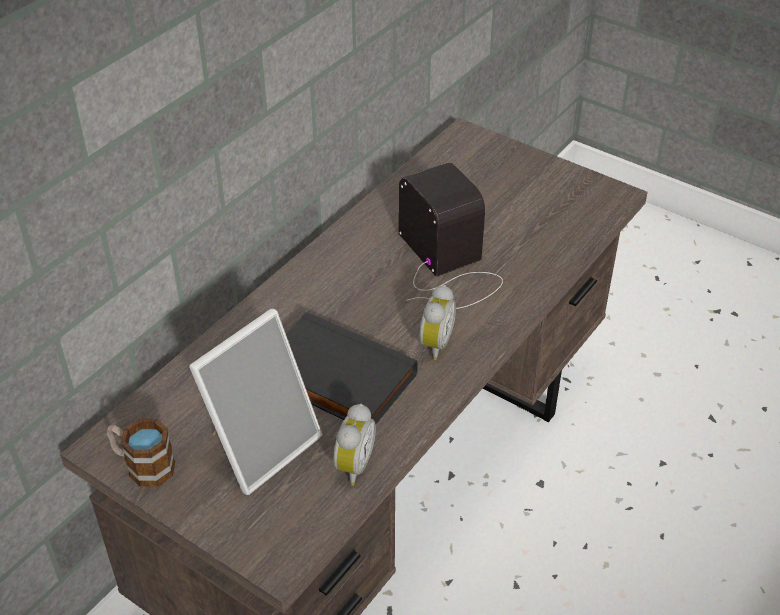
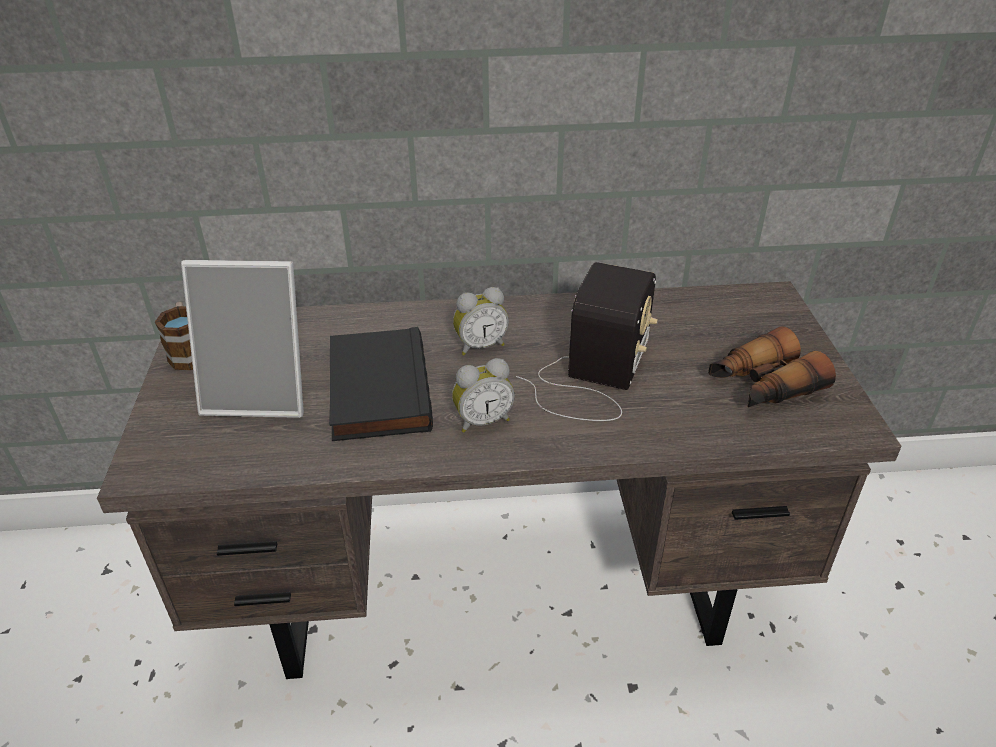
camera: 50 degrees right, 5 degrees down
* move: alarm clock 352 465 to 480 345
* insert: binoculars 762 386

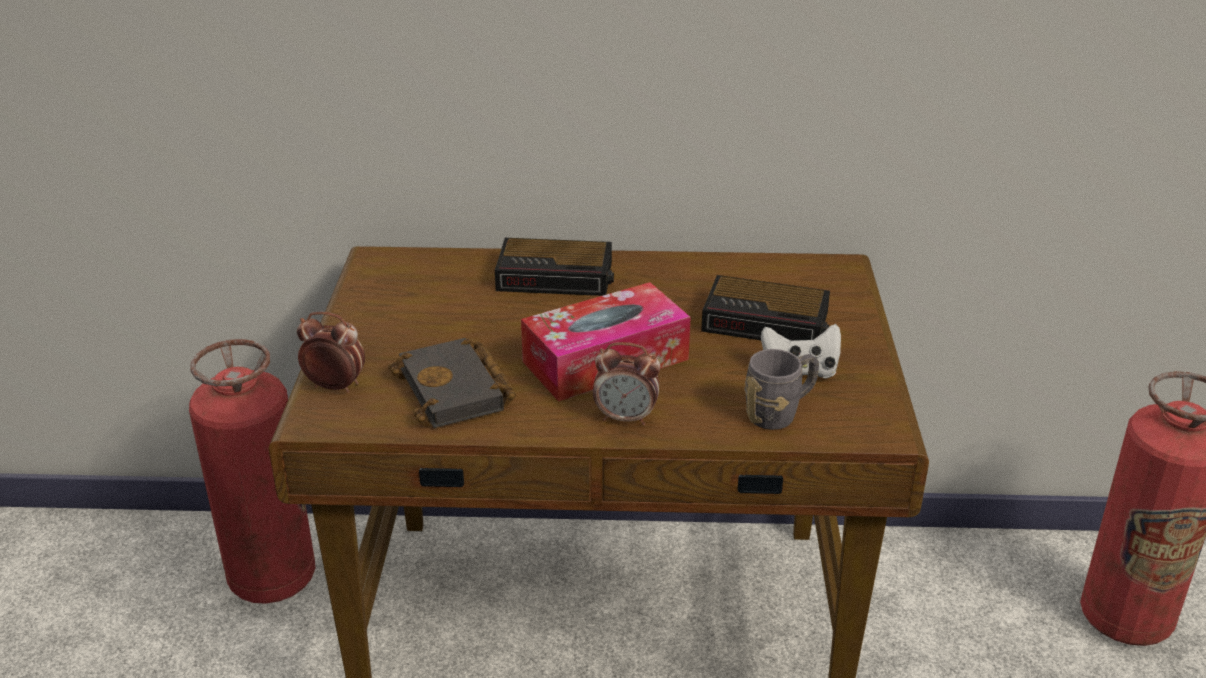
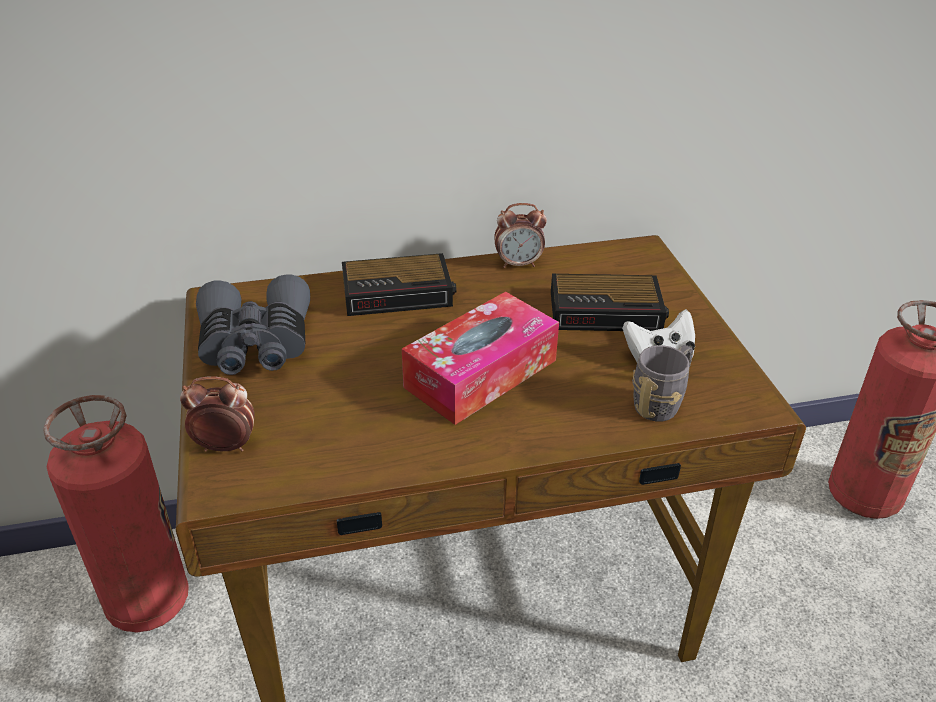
camera: 15 degrees left, 5 degrees up
* delete: black book 457 392
* move: alarm clock 626 418 to 518 264
* insert: grey binoculars 255 344

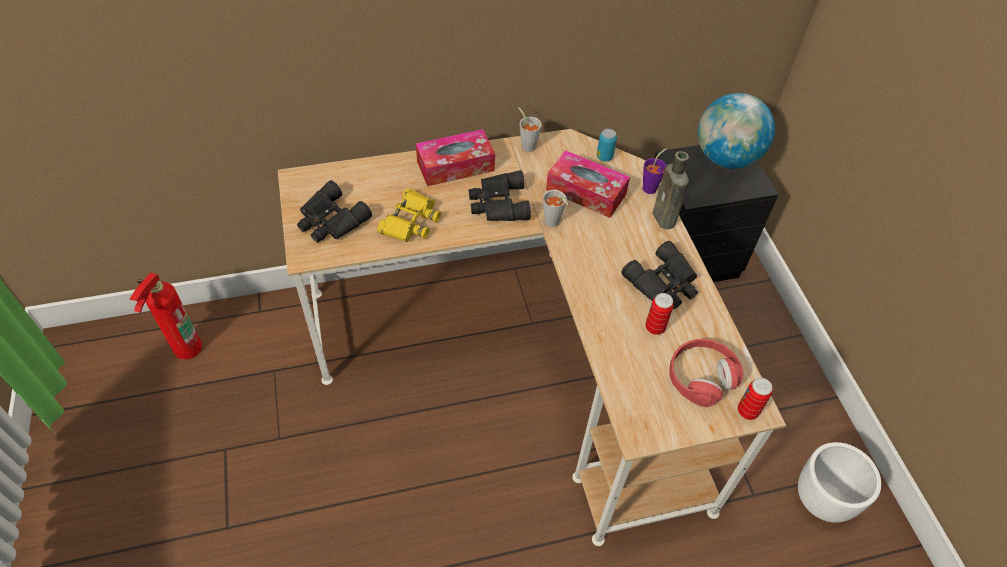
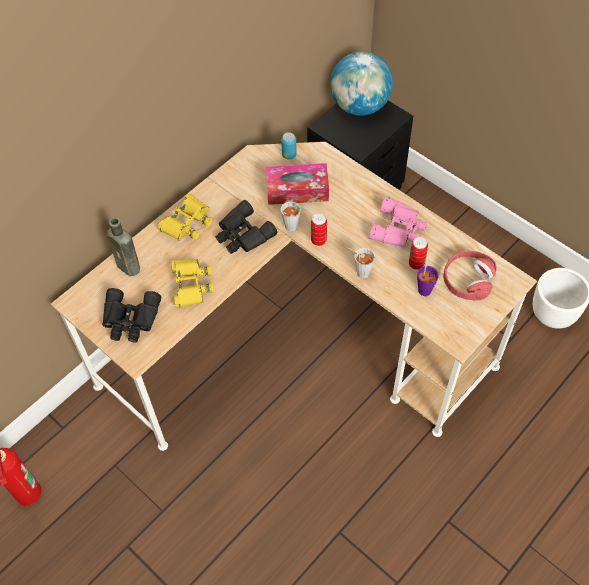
camera: 30 degrees left, 5 degrees up
* replace: tissue box 455 166 to yellow binoculars 187 222
* move: grey cup 527 145 to 360 271
* recolor: black binoculars 664 283 to pink binoculars 399 229
* move: purple cup 651 187 to 425 288
* move: brown bottle 665 219 to 130 267
* move: can 747 411 to 318 240

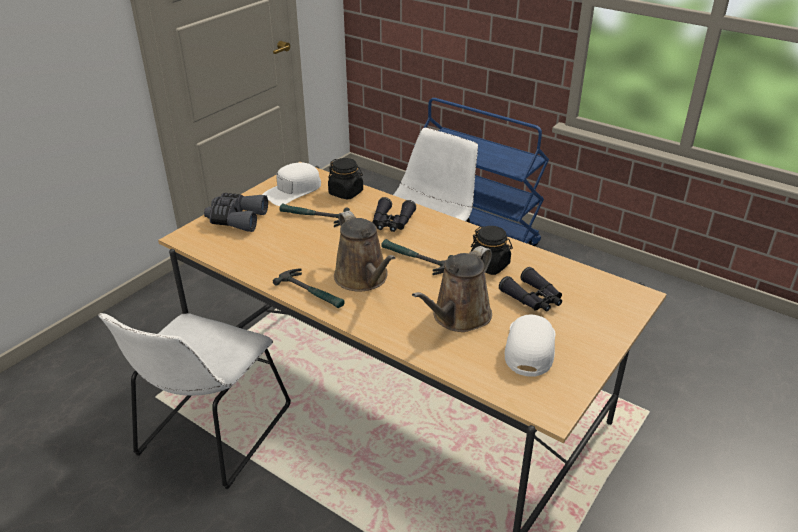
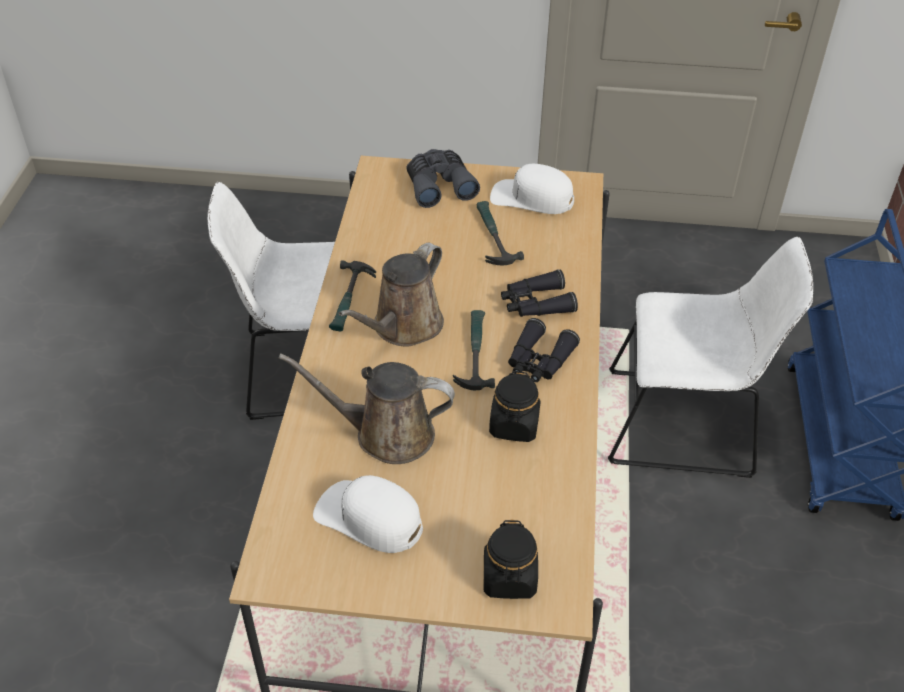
camera: 60 degrees right, 10 degrees up
* move: black jar 346 193 to 509 578
* move: black binoculars 533 298 to 539 361
* rotate: white cap 529 348 = 369 518 135 degrees counterclockwise

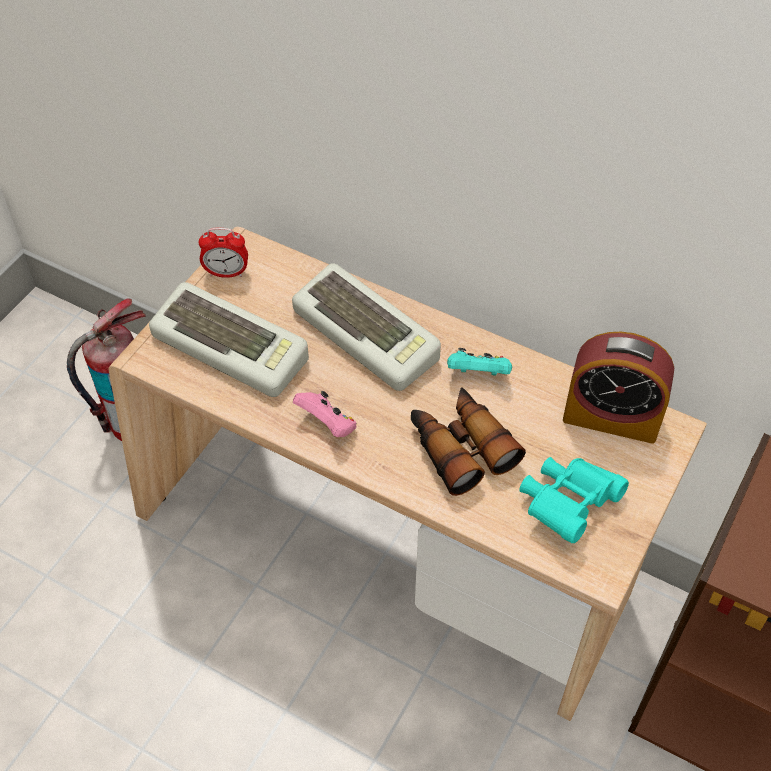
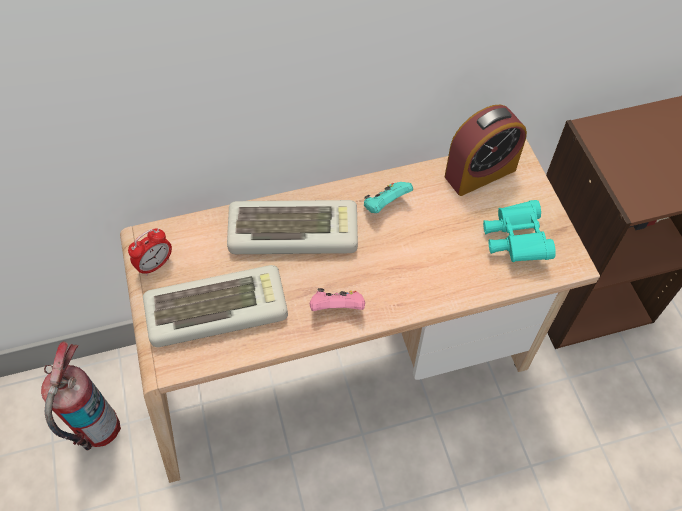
camera: 45 degrees left, 5 degrees up
* delete: binoculars 460 447

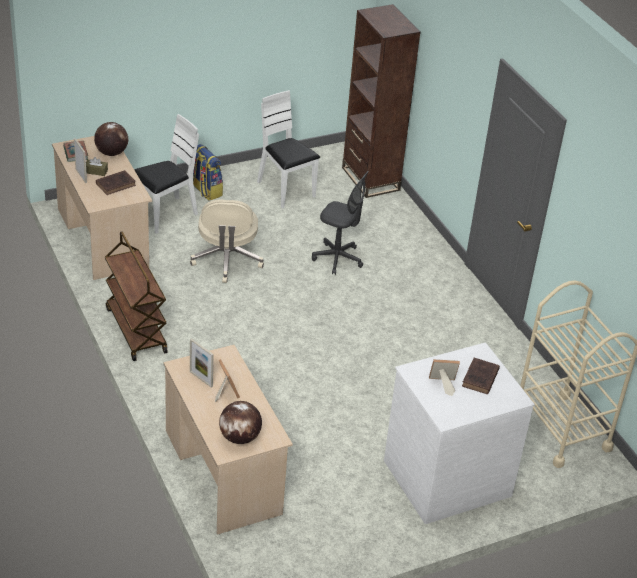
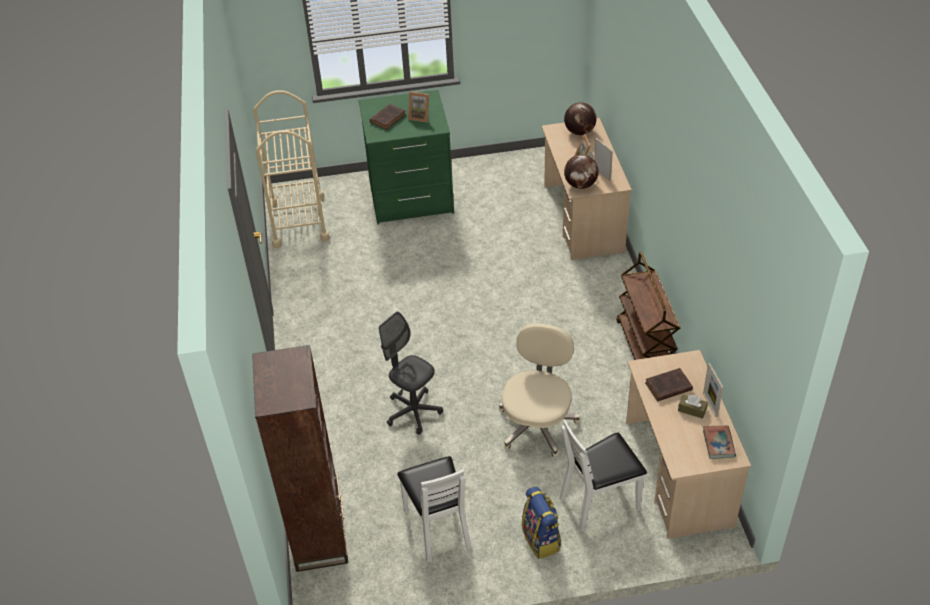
camera: 160 degrees left, 5 degrees up
* move: globe 111 153 to 580 185
* recolor: white dresser 446 476 to green dresser 411 198

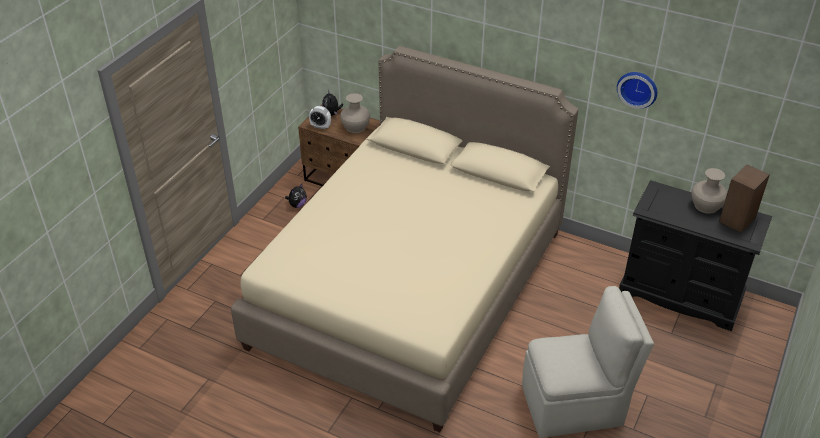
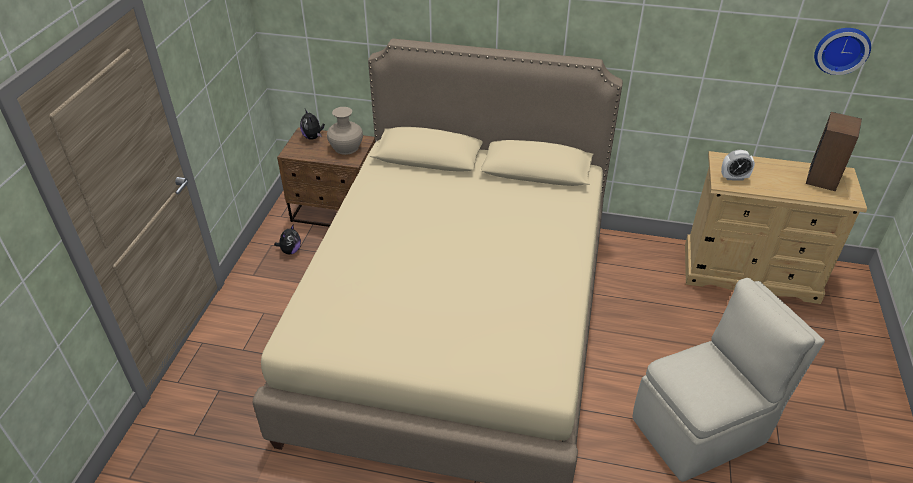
camera: 15 degrees left, 0 degrees up
* move: alarm clock 320 126 to 734 177
* move: wall clock 638 88 to 841 49
* recolor: black dresser 681 294 to beige dresser 750 273
* delete: beige vase 706 205

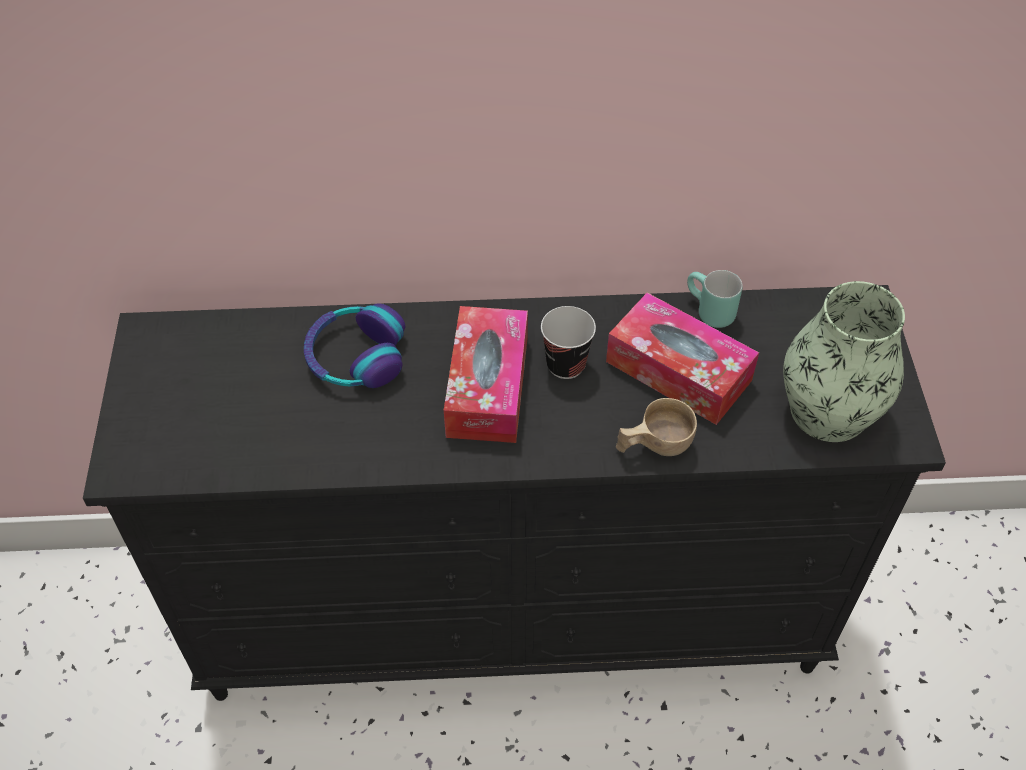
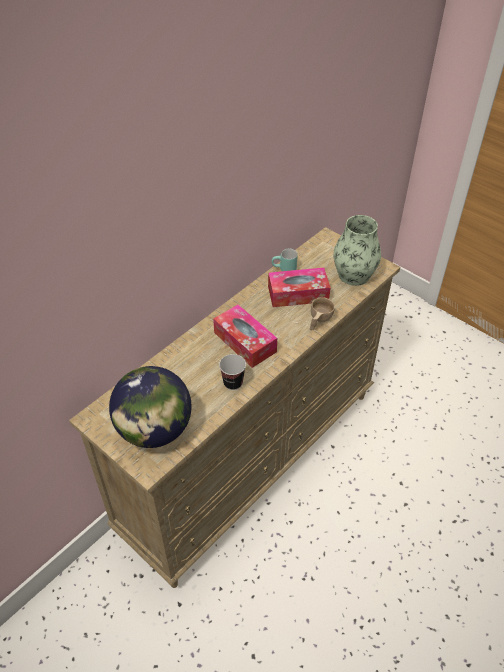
camera: 45 degrees left, 5 degrees down
* recolor: black dresser 515 615 to beige dresser 252 460
* delete: headphones 356 357
* move: cup 566 364 to 233 383
* insert: globe 154 430

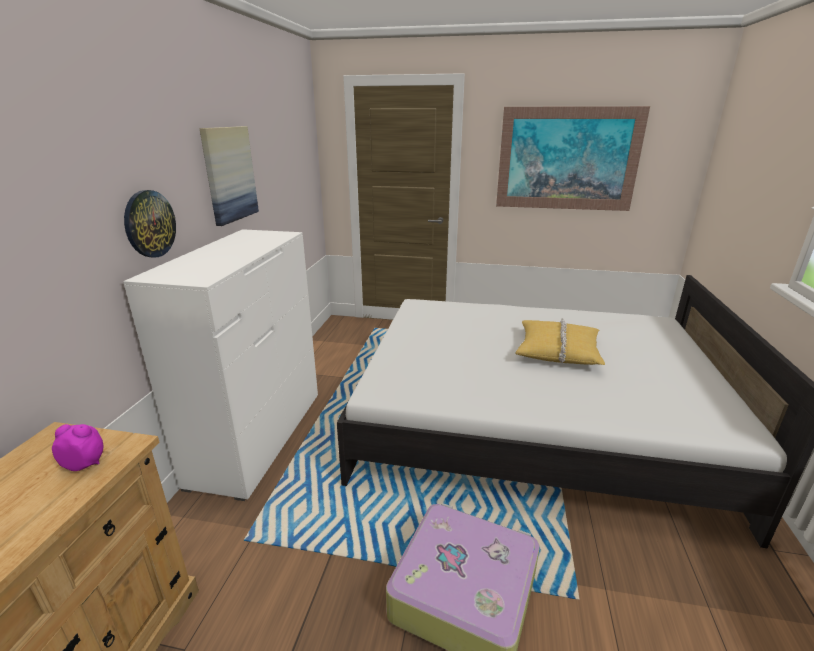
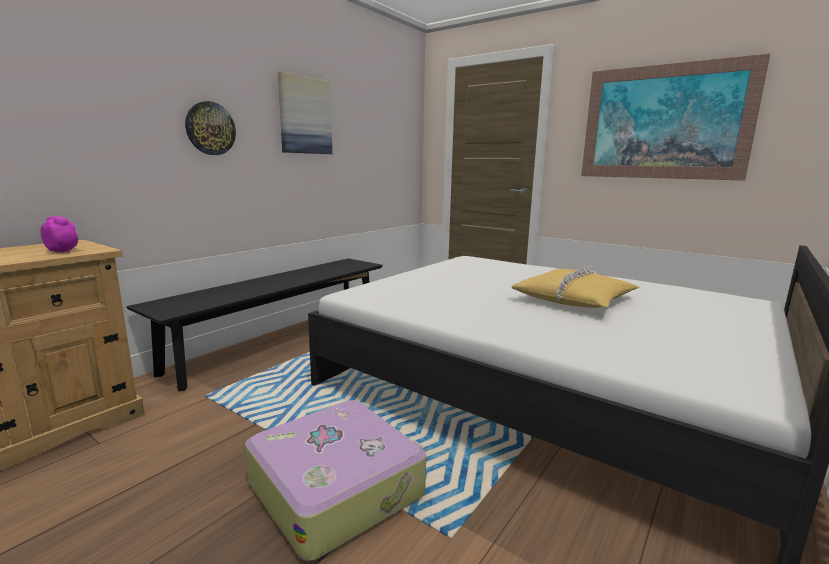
camera: 25 degrees right, 10 degrees down
* replace: white dresser 258 437 to black bench 282 341

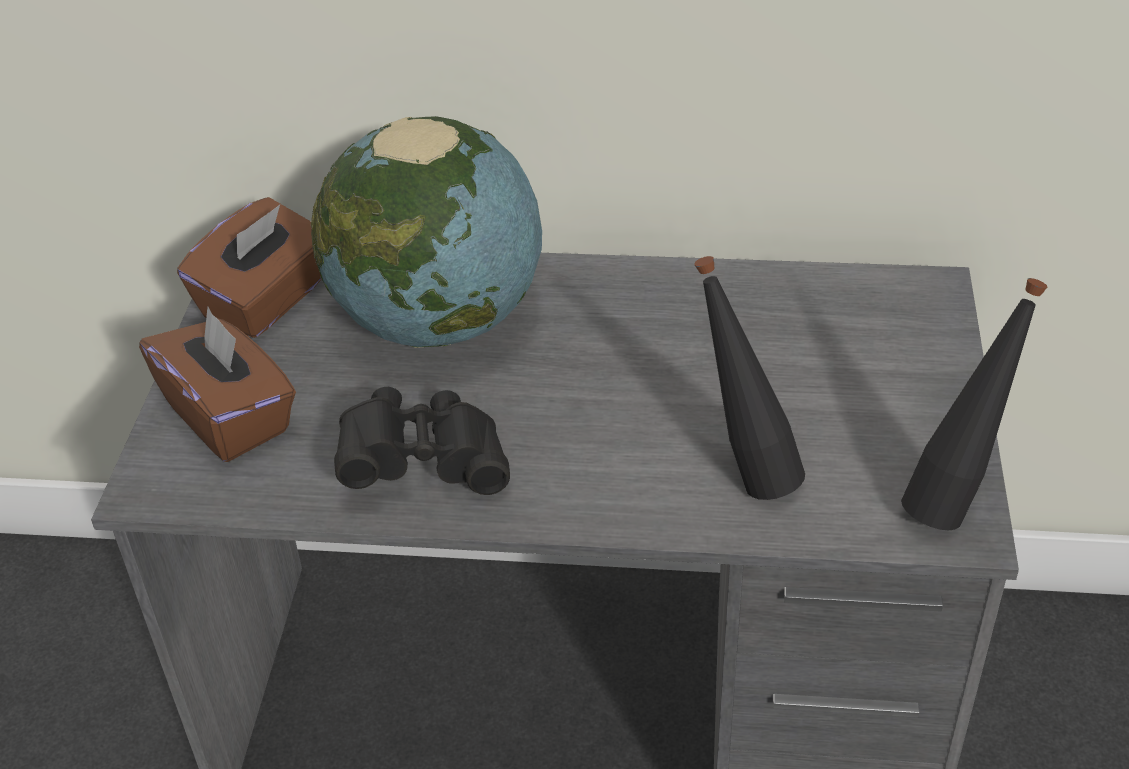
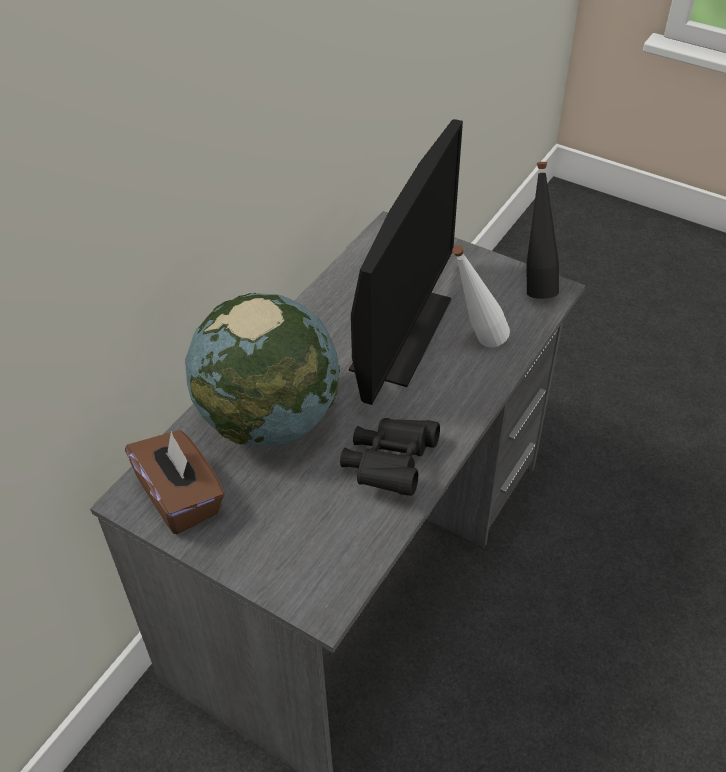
camera: 65 degrees left, 5 degrees up
* delete: brown tissue box 230 416
* recolor: black bottle 743 473 to white bottle 476 344
* insert: monitor 401 333

